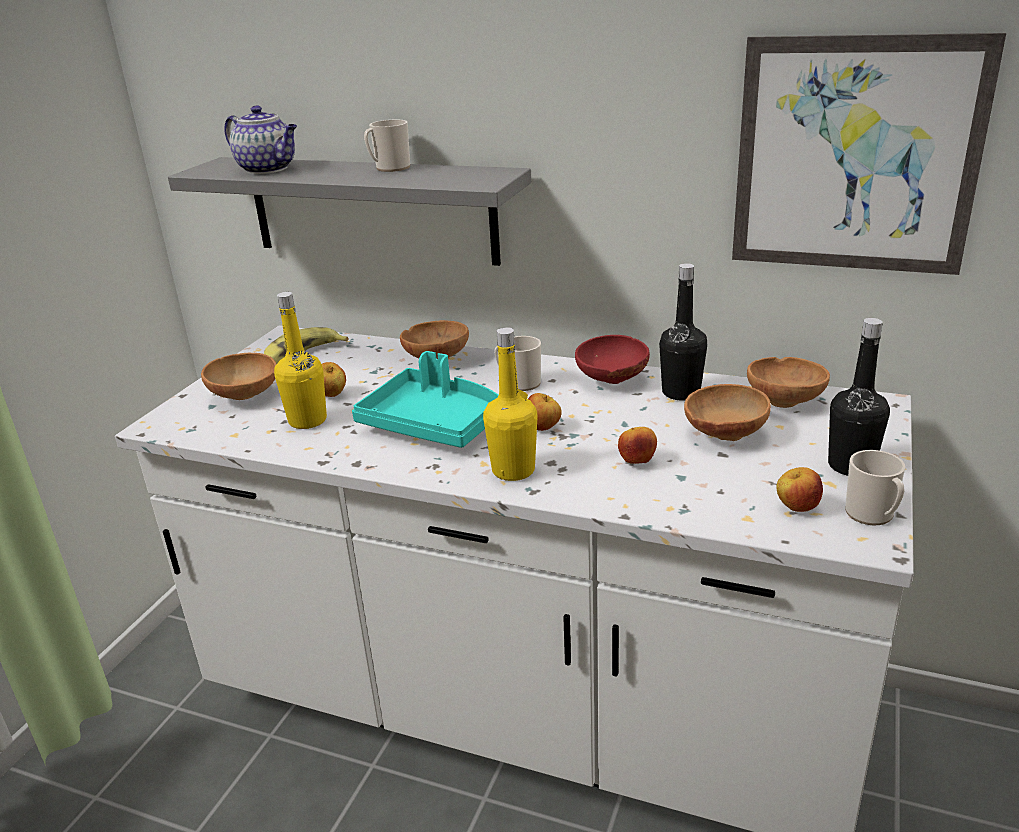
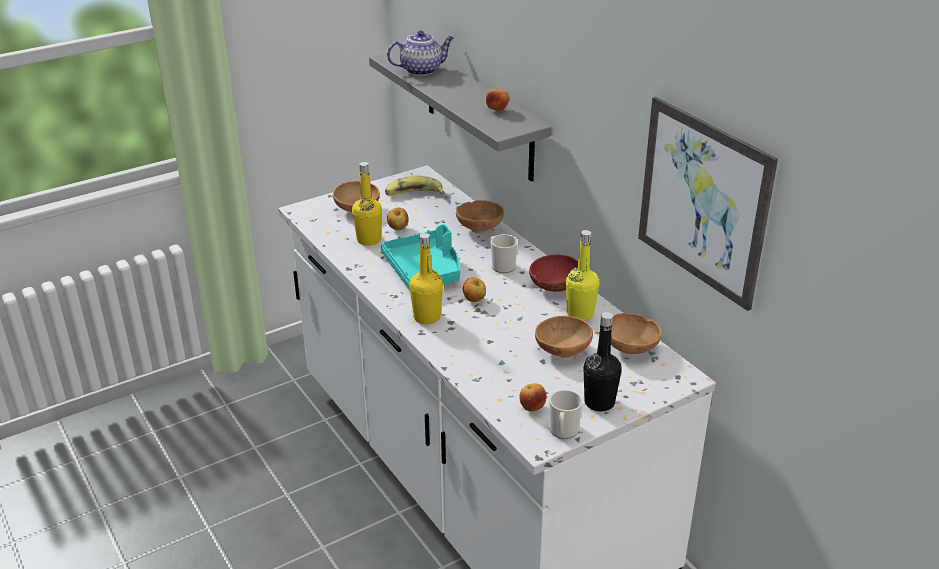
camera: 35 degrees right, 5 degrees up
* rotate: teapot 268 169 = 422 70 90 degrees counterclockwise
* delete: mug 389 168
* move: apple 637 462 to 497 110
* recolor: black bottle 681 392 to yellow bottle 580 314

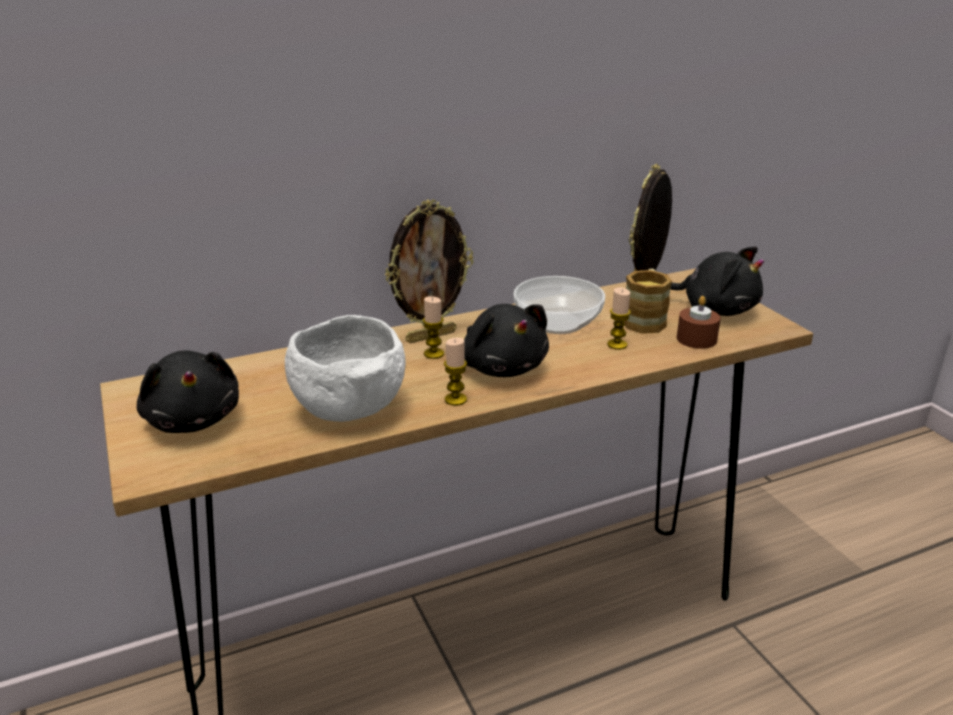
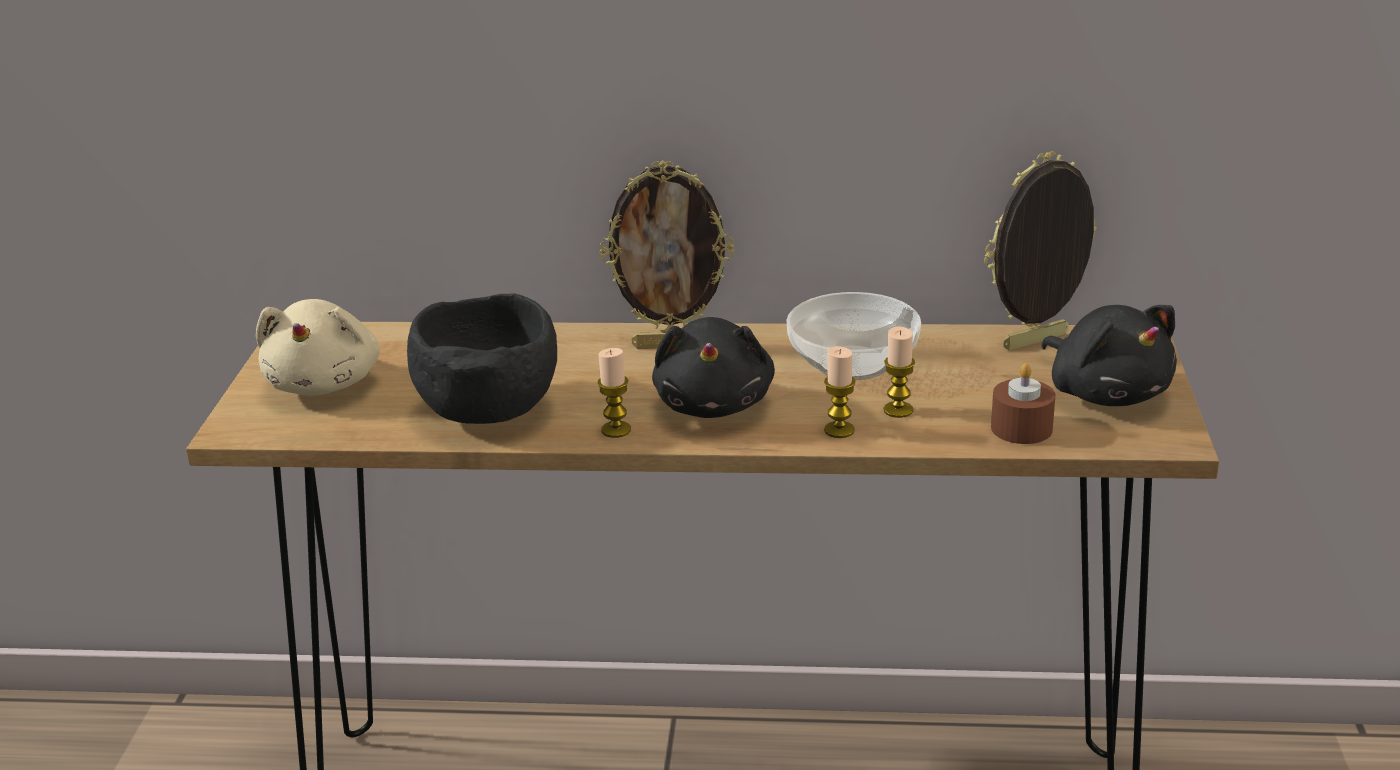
camera: 30 degrees right, 0 degrees up
* recolor: black plush toy 193 419 to beige plush toy 325 383
* recolor: white bowl 348 408 to black bowl 489 410
* move: candle 434 354 to 839 430
* delete: mug 645 319

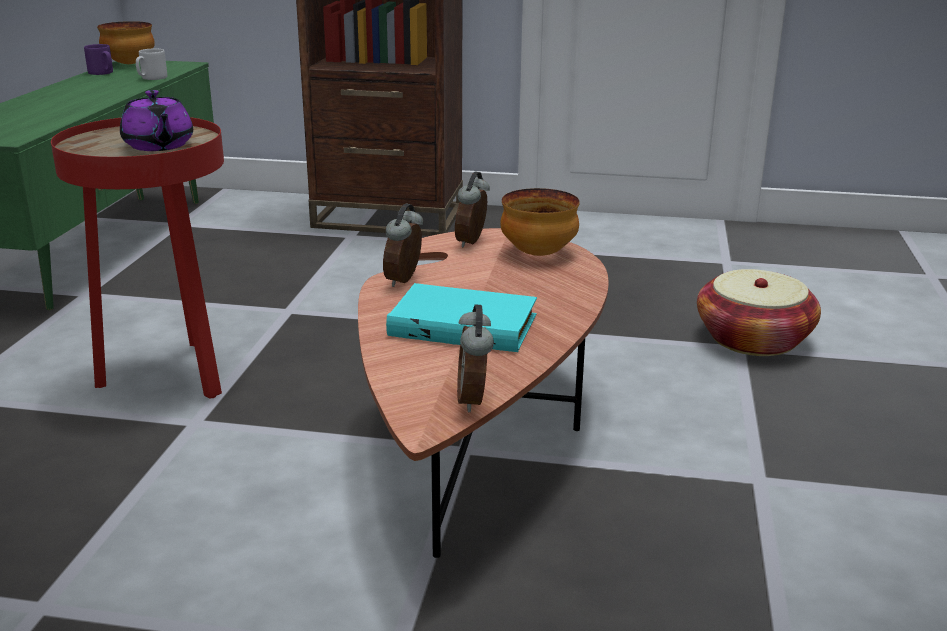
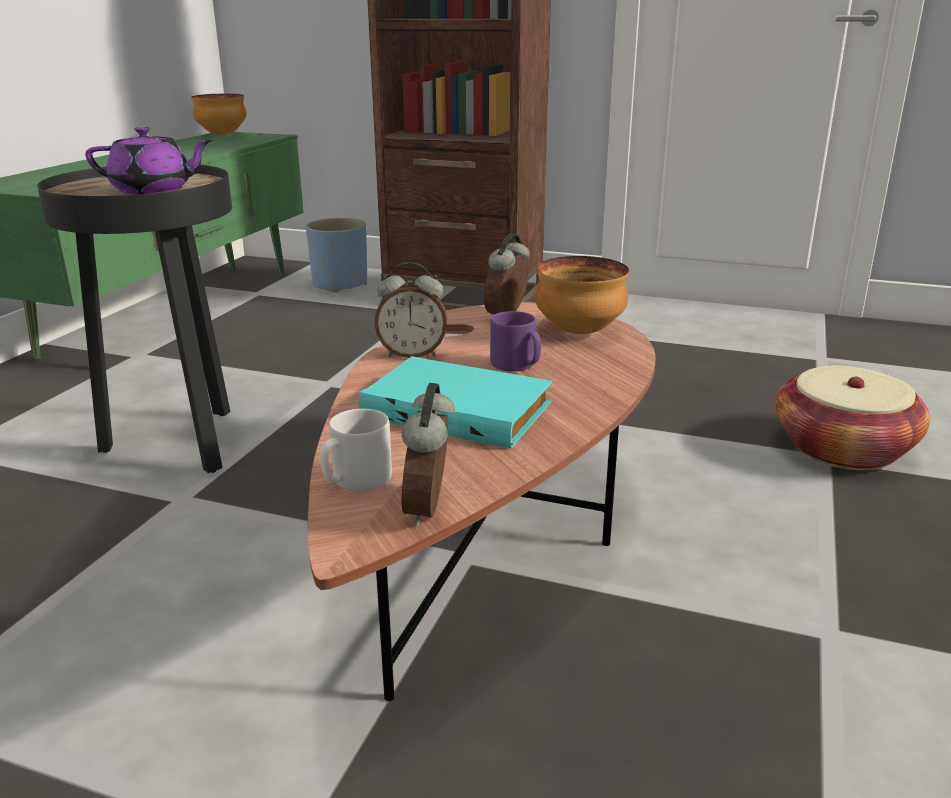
camera: 10 degrees right, 0 degrees up
* recolor: red side table 171 375 to black side table 181 444
* move: purple mug 102 73 to 517 365
* rotate: purple teapot 158 146 = 154 190 75 degrees counterclockwise
* move: grey mug 152 78 to 356 480
* rotate: alarm clock 405 280 = 412 354 120 degrees counterclockwise
* insert: blue planter 340 284

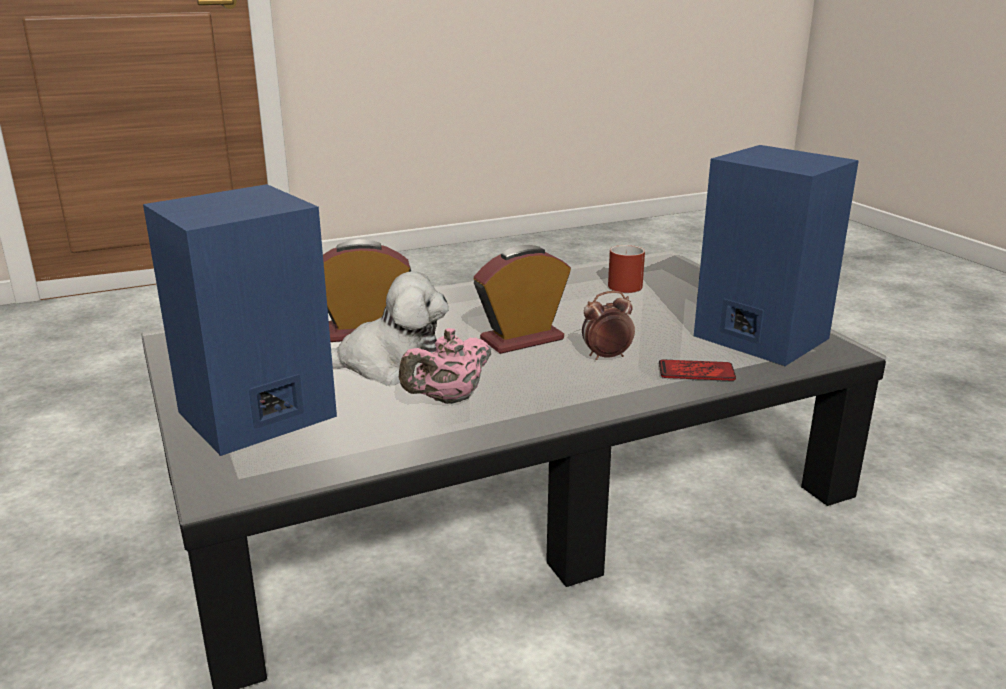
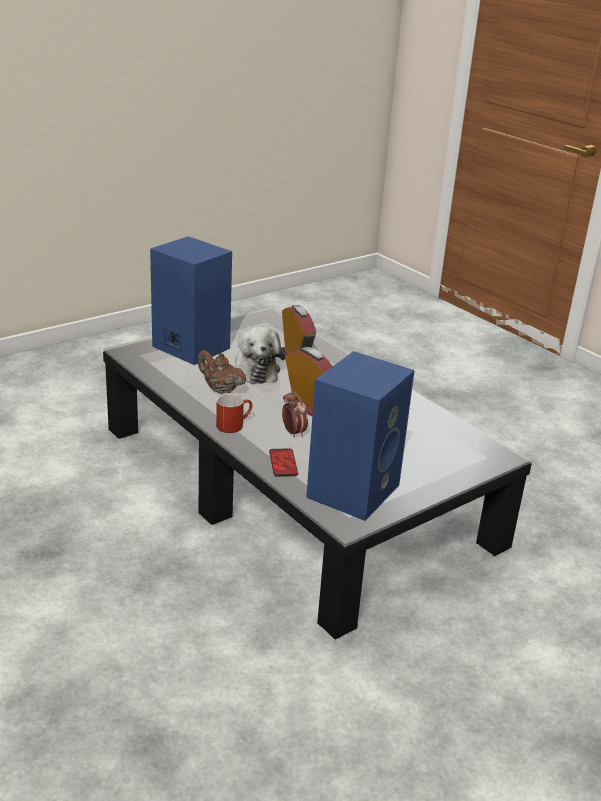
camera: 75 degrees right, 5 degrees up
* recolor: pink teapot 448 399 to brown teapot 220 389
* move: red mug 620 284 to 234 424

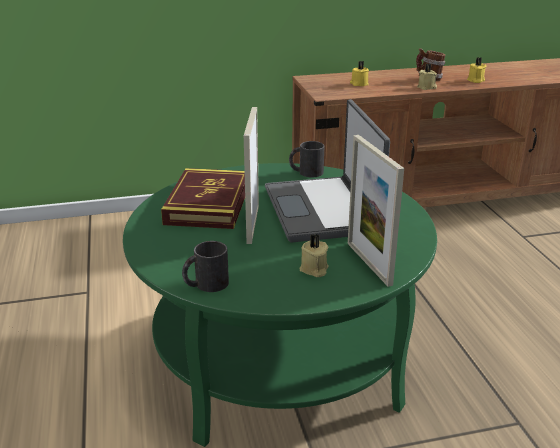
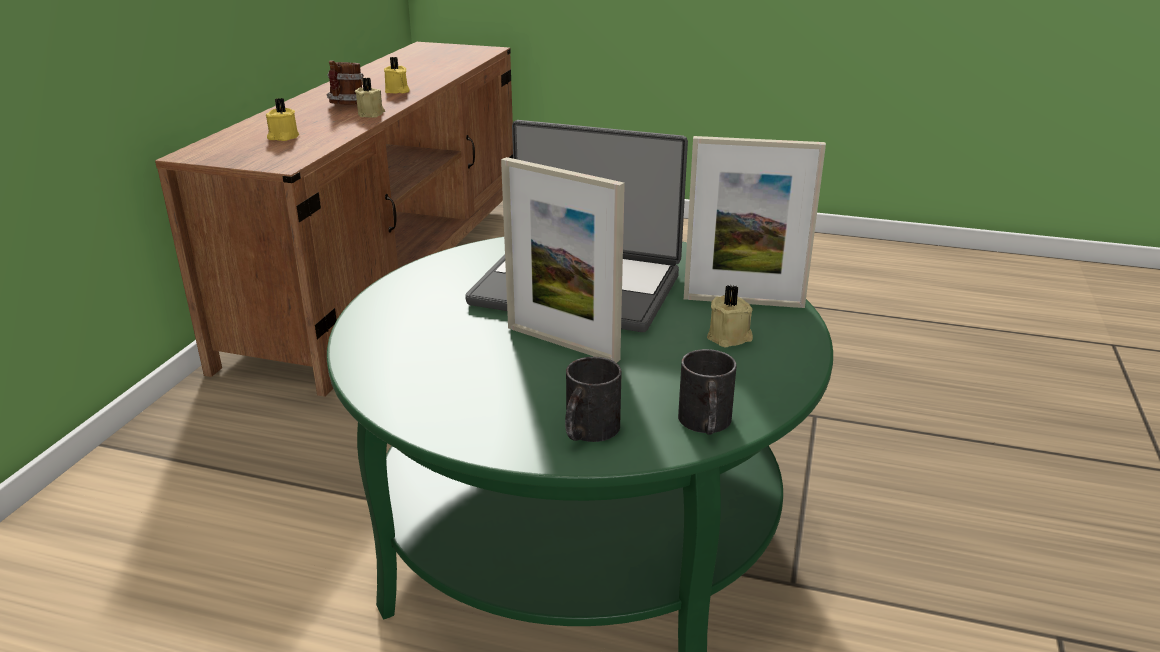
camera: 60 degrees left, 0 degrees up
* delete: book 208 204
* move: black mug 306 172 to 587 432

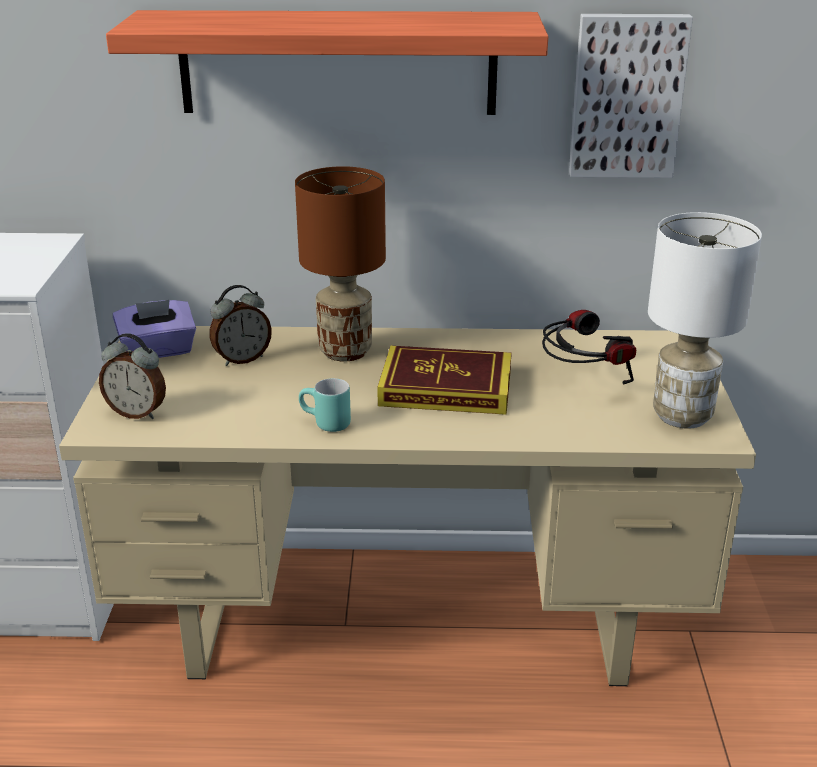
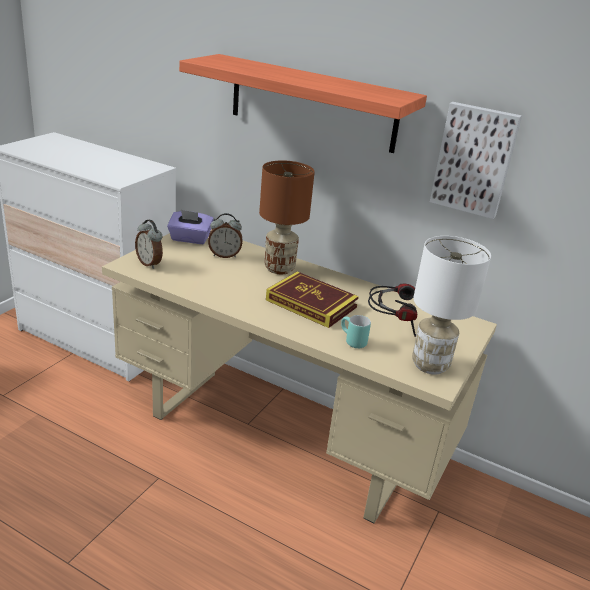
camera: 25 degrees right, 0 degrees up
* move: turquoise mug 324 424 to 351 341

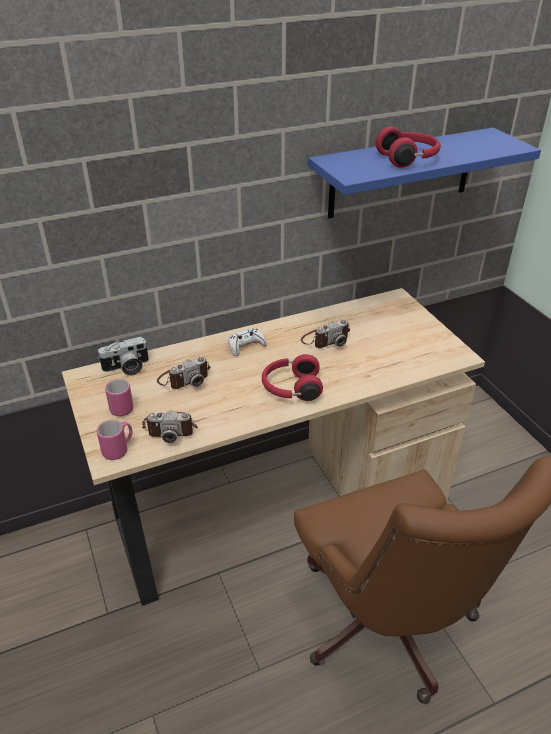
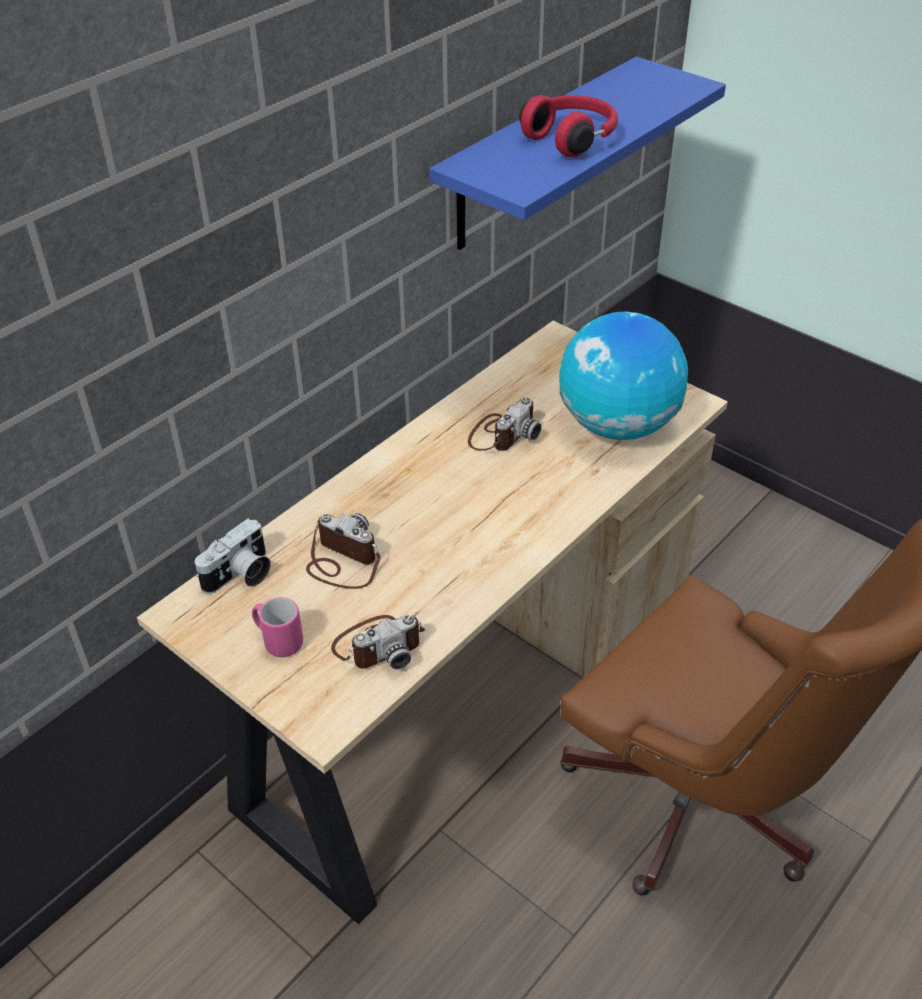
camera: 25 degrees left, 5 degrees up
* delete: pink mug 119 449
* rotate: photo camera 184 378 = 342 561 90 degrees counterclockwise
* delete: white game controller 246 346
* delete: red headphones 291 388
* insert: globe 617 425

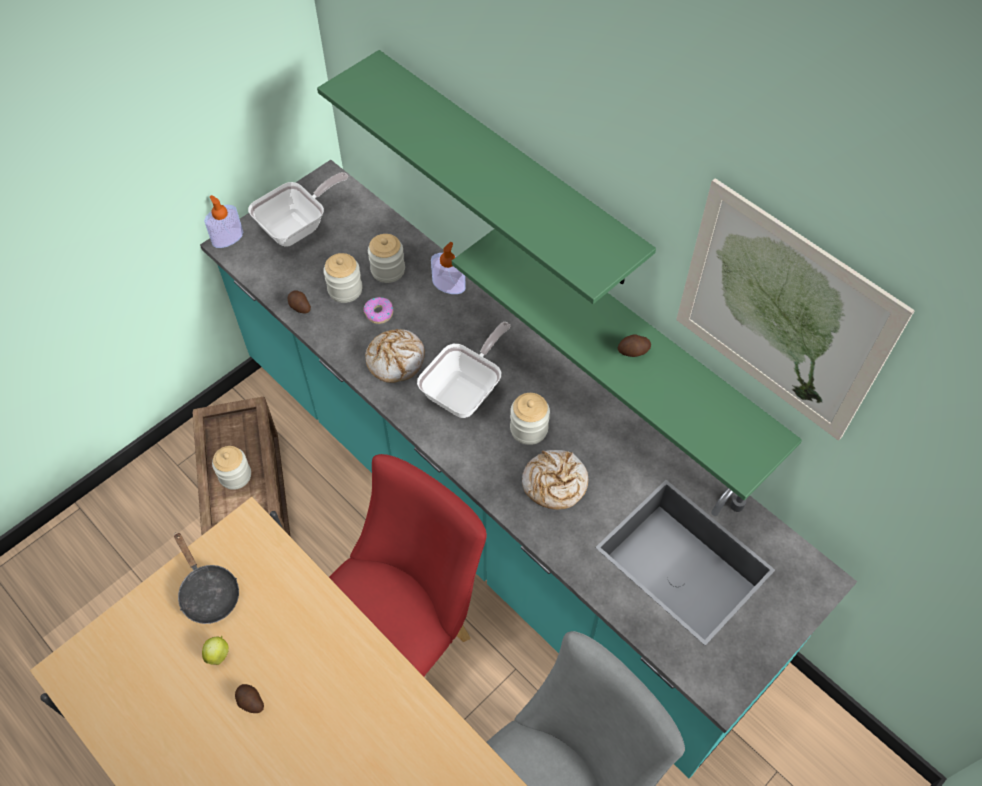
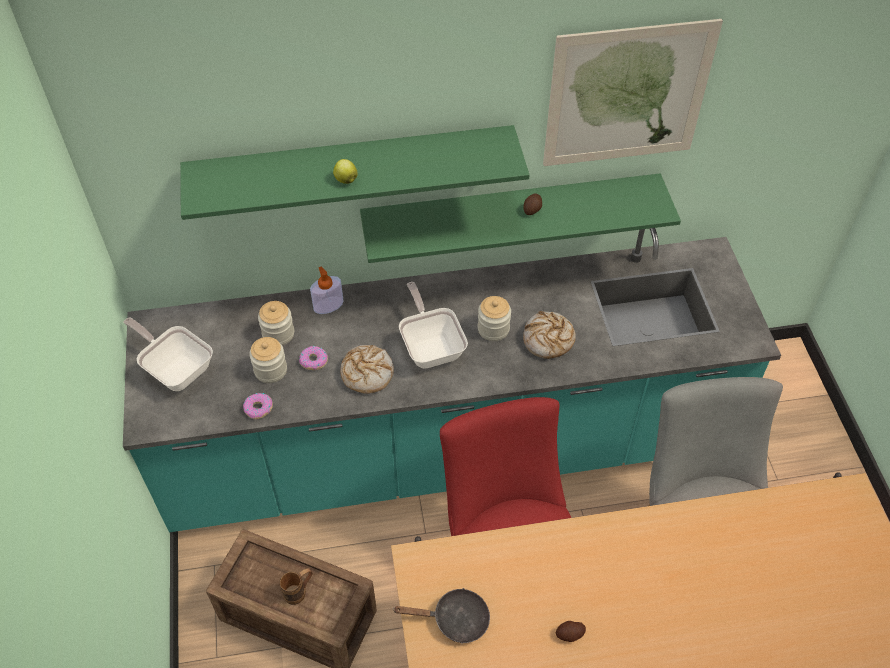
camera: 55 degrees left, 5 degrees down
* move: apple 218 654 to 345 179
* delete: soap dispenser 227 238
* replace: jar 235 475 to brown mug 299 592
* rotate: frying pan 298 227 = 176 368 45 degrees counterclockwise
* replace: potato 299 307 to donut 258 408

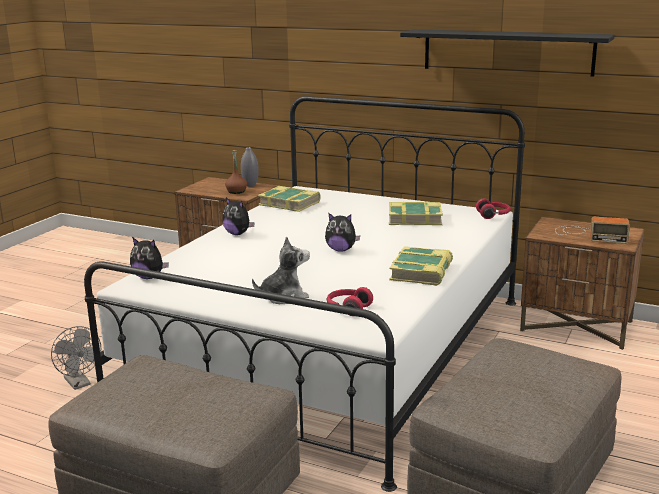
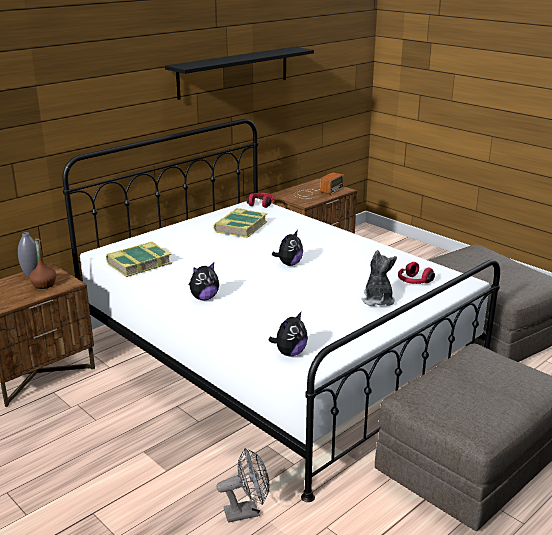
camera: 70 degrees left, 5 degrees up
* delete: book 422 272

